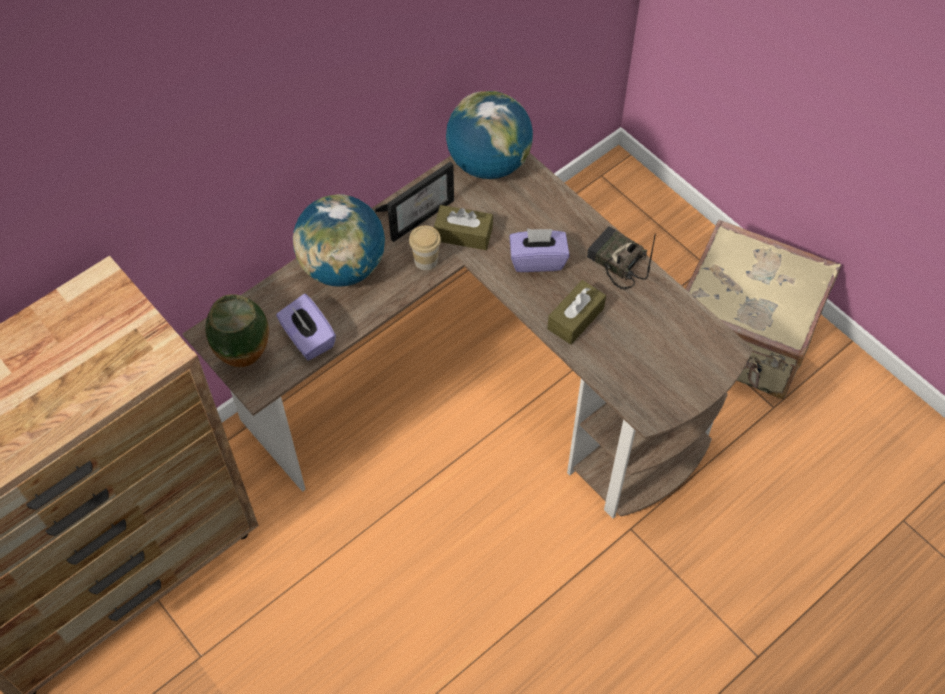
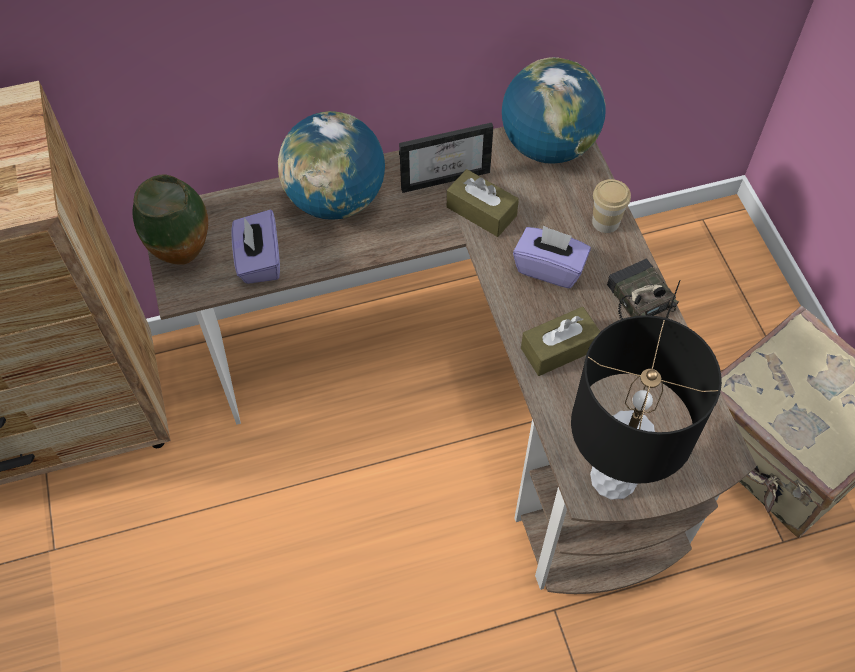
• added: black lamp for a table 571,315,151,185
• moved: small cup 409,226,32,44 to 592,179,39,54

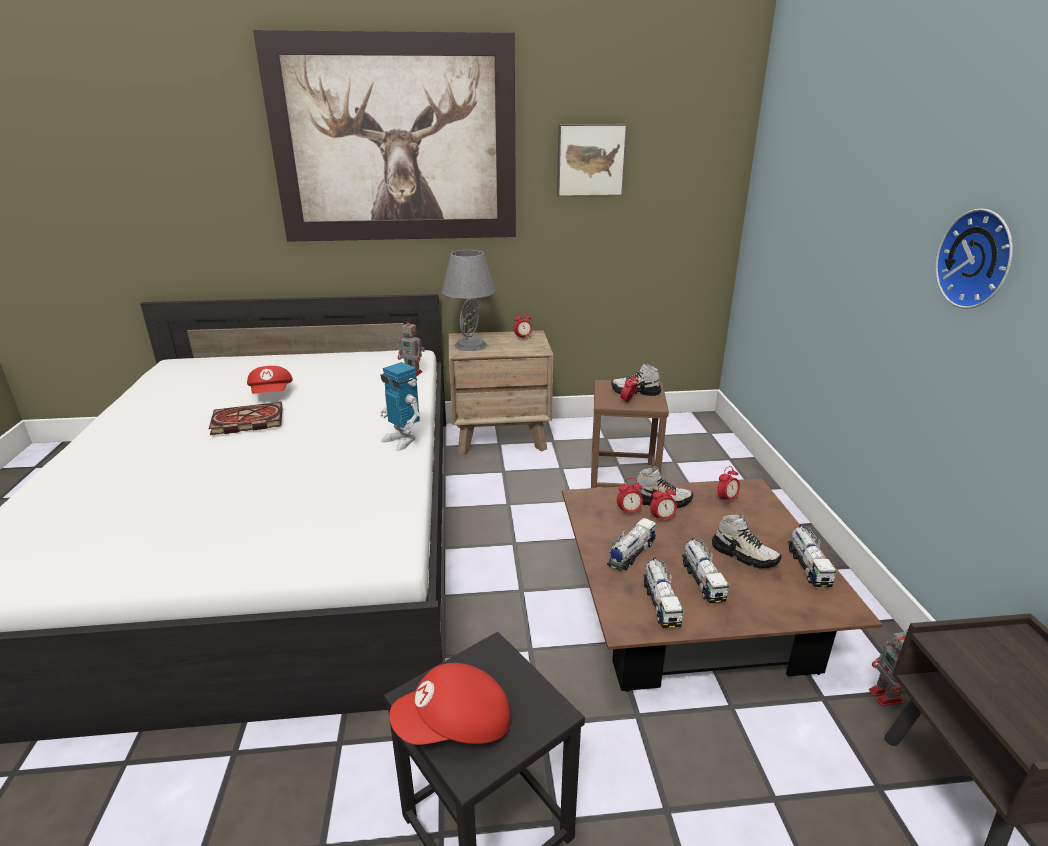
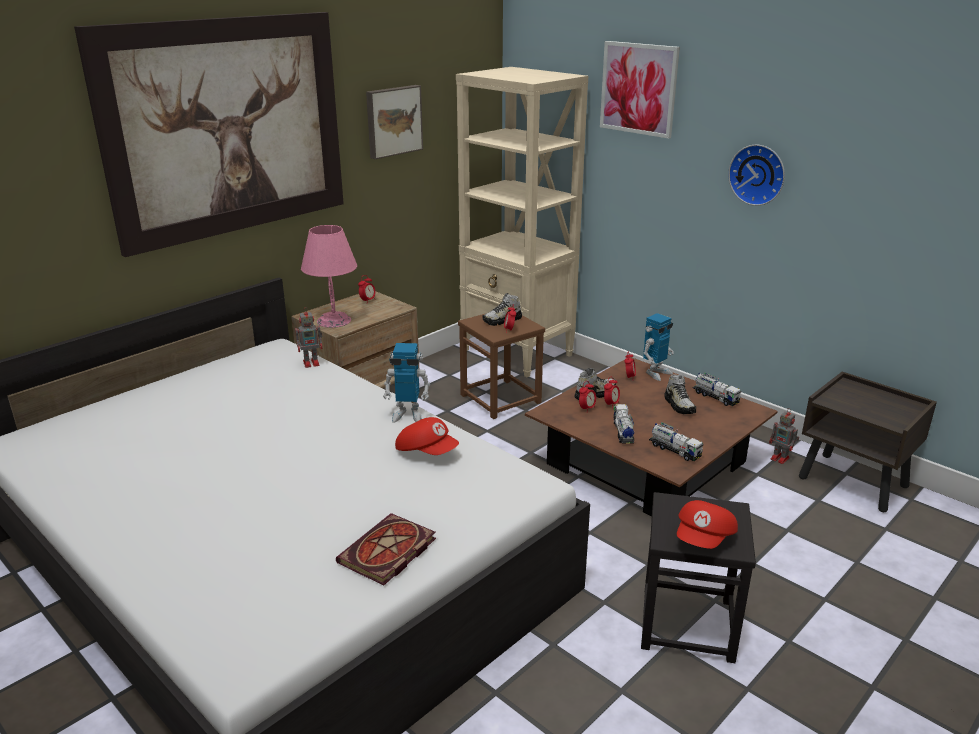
• recoloured: grey lamp for a table 441,250,55,101 to pink-coloured lamp for a table 301,225,56,103
• moved: book 209,402,74,33 to 336,513,100,72
• moved: red-coloured baseball cap 247,366,46,28 to 395,417,64,38
• added: beige shelving unit 456,67,132,310
• added: wall art 600,41,80,98
• added: model robot 643,313,31,68
• turned: item of footwear 712,514,70,54 = 664,375,32,39 75 degrees clockwise
• removed: model truck 682,538,47,65

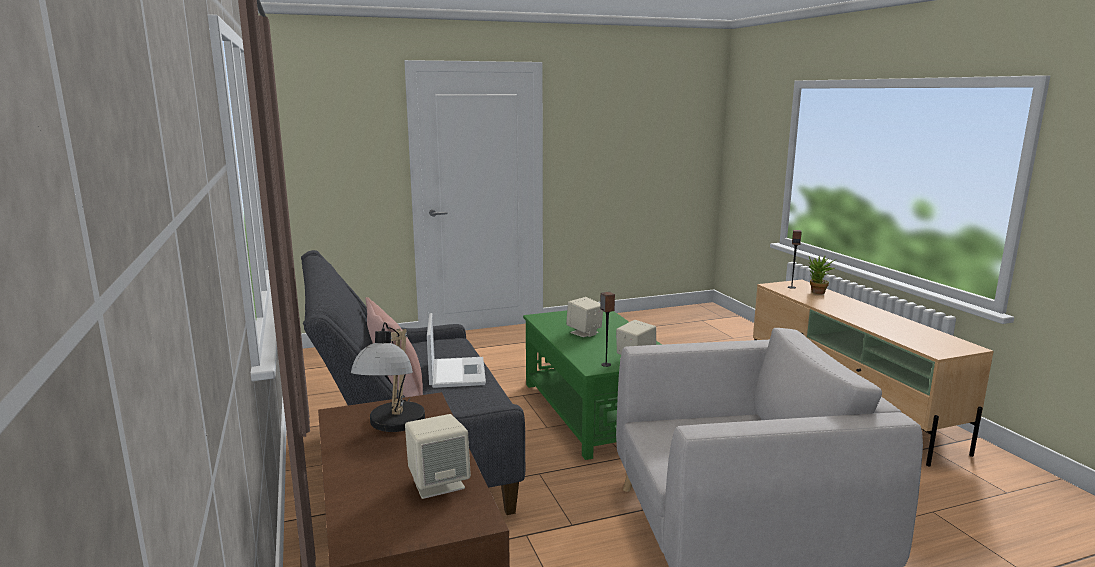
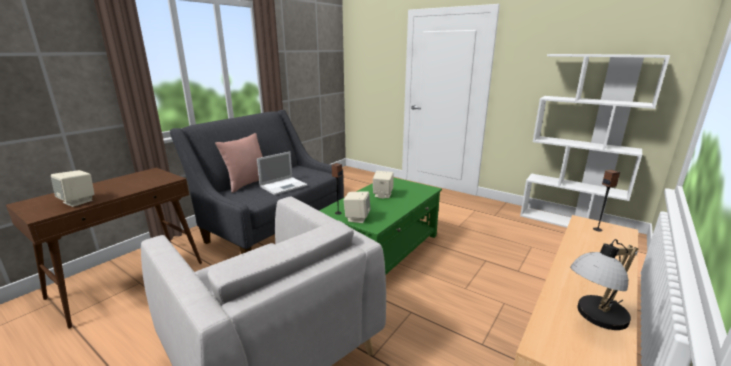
• added: white-coloured shelving unit 520,54,150,174
• moved: lamp for a table 351,322,74,110 to 570,239,68,91
• removed: potted plant 808,256,27,38

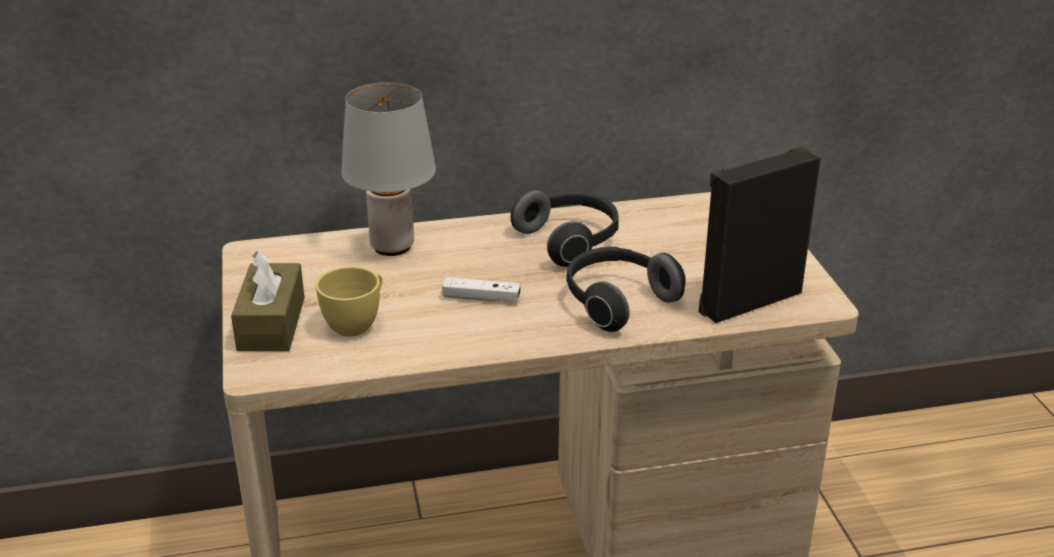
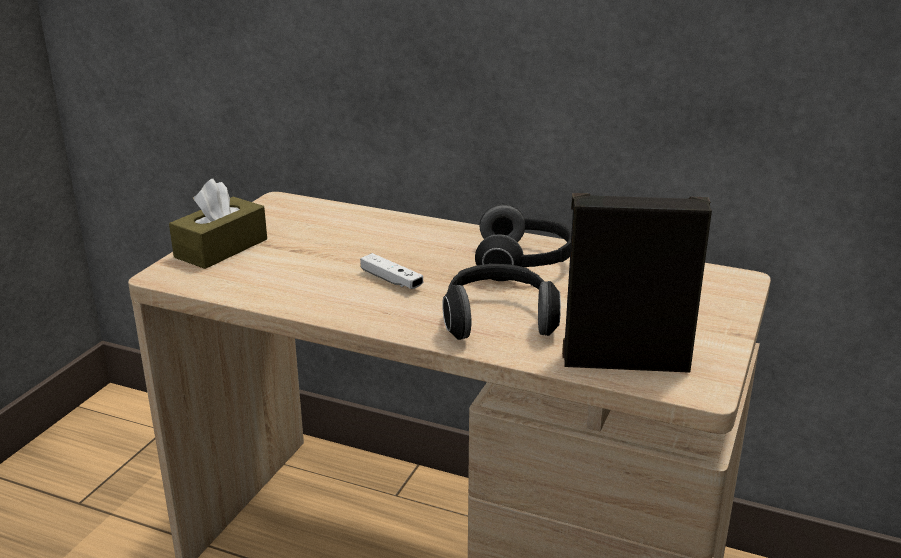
• removed: yellow-coloured small cup 316,266,66,71
• removed: grey lamp for a table 341,82,95,174

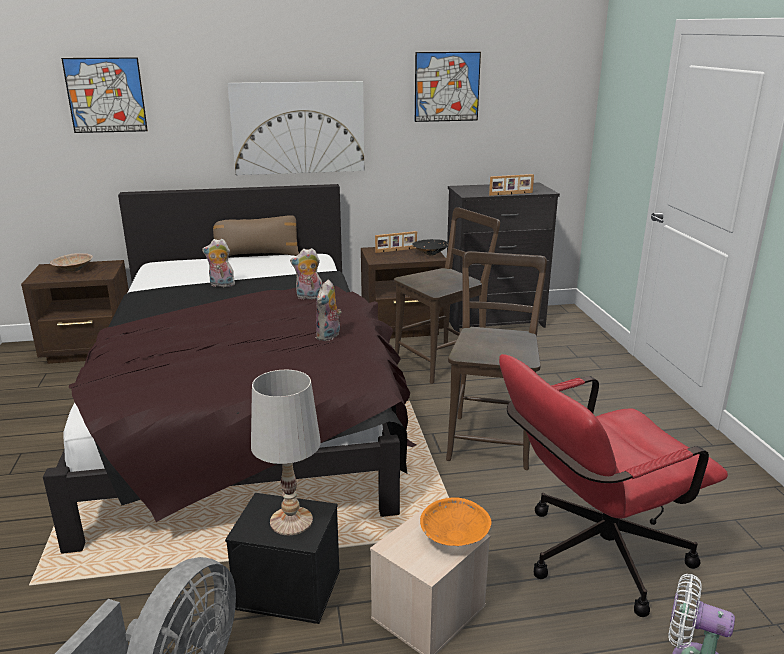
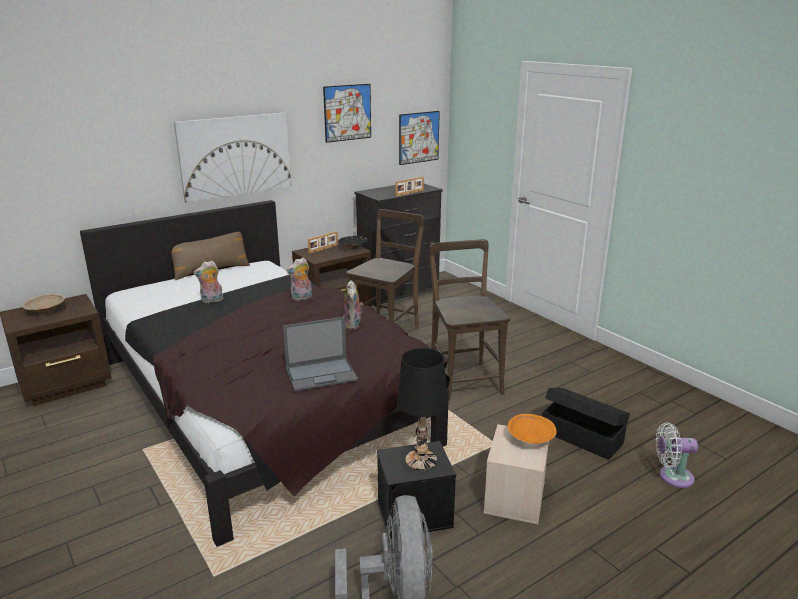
• added: portable computer 283,317,75,74
• recoloured: white-coloured lamp for a table 251,370,70,165 to black lamp for a table 397,348,50,122
• moved: wall art 61,57,87,76 to 399,111,41,54
• replaced: red-coloured office chair 499,354,229,263 to black storage box 542,388,88,72

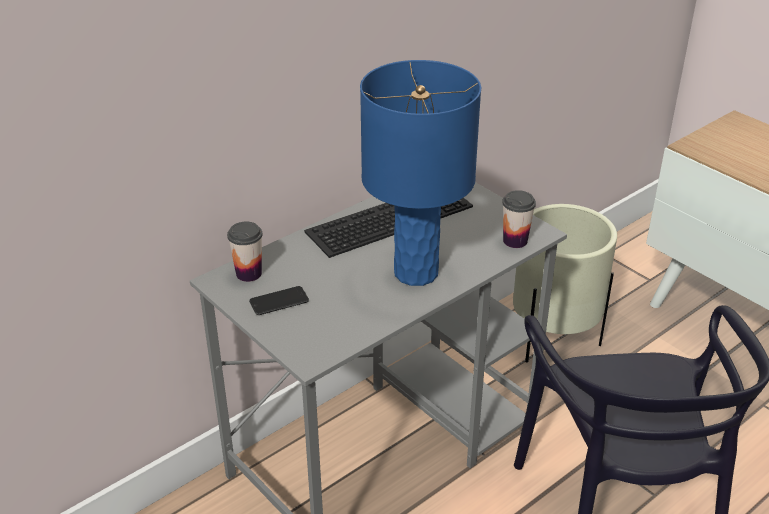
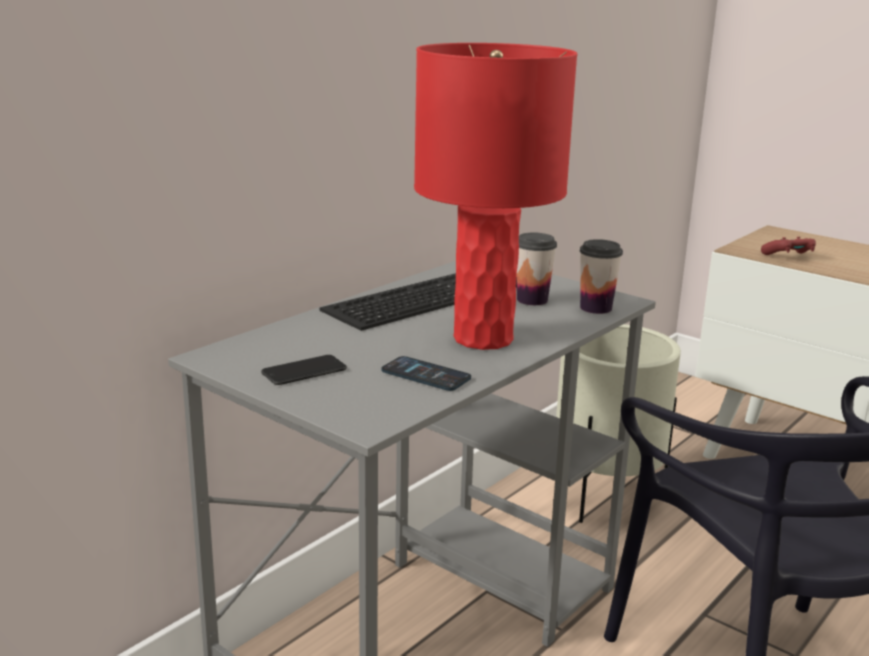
• added: phone 382,356,89,35
• recoloured: bluish lamp for a table 360,60,121,226 to red-coloured lamp for a table 414,43,163,307
• moved: small cup 227,222,36,60 to 517,232,40,73
• added: red-coloured game controller 761,237,55,18

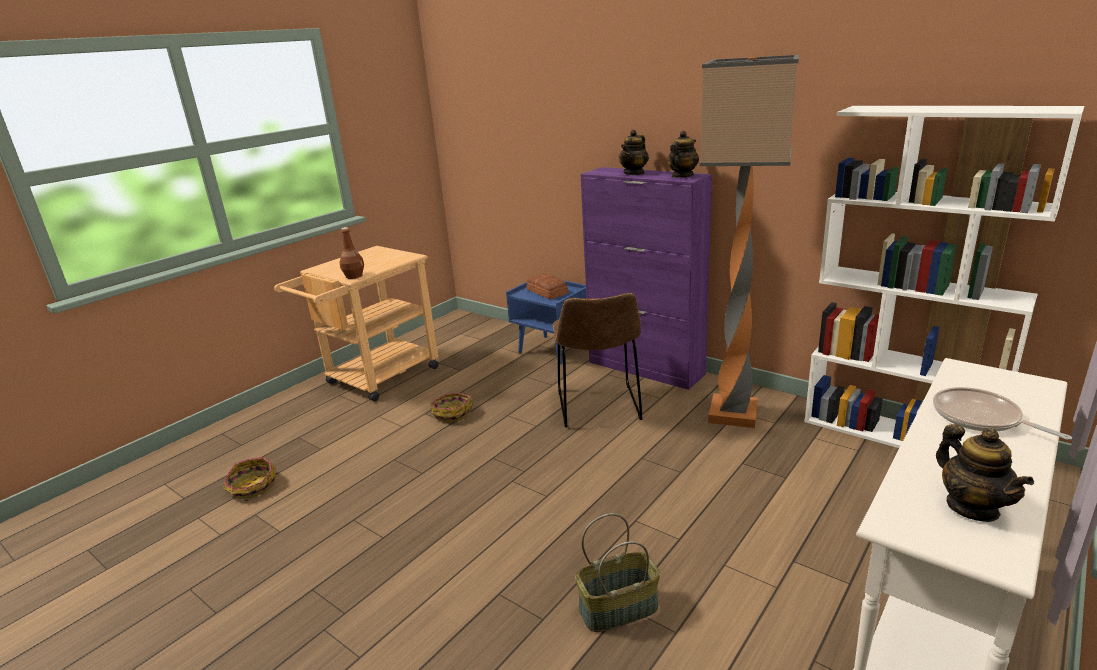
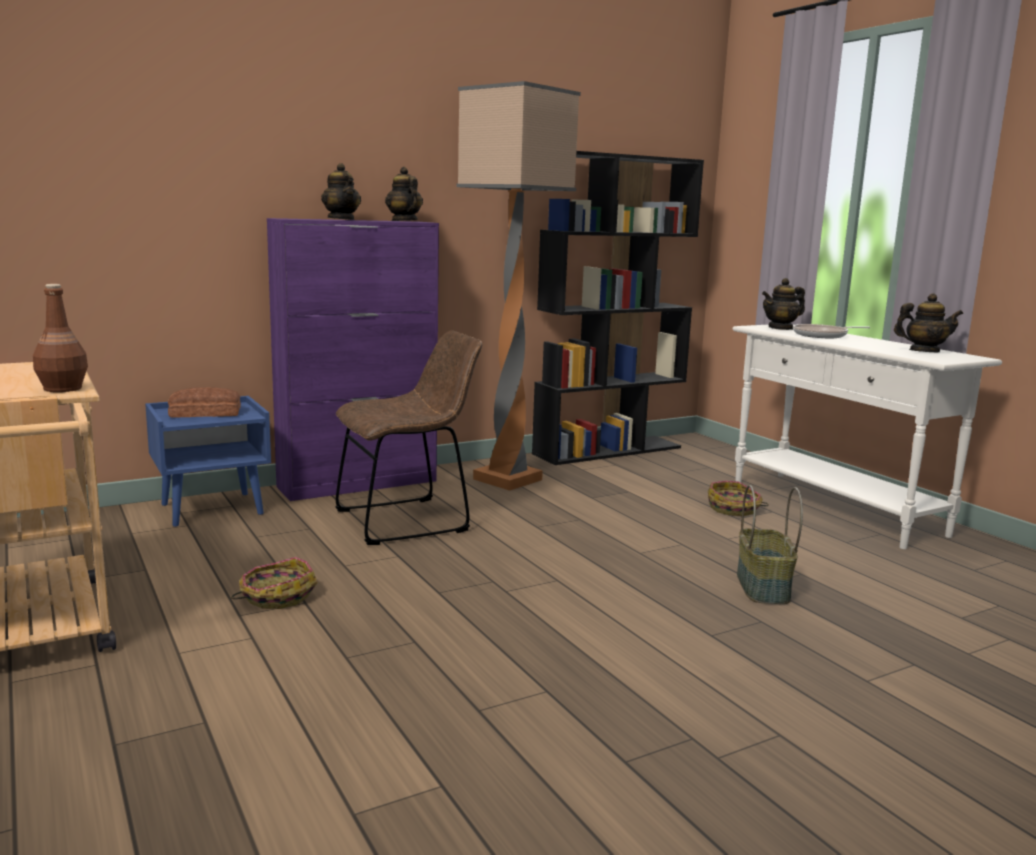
• turned: brownish plain chair 553,293,90,134 = 336,330,146,215 45 degrees counterclockwise
• recoloured: white-coloured shelving unit 804,106,280,342 to black shelving unit 532,151,172,314
• moved: household basket 223,457,53,44 to 708,481,61,35
• added: tea pot 762,278,43,52

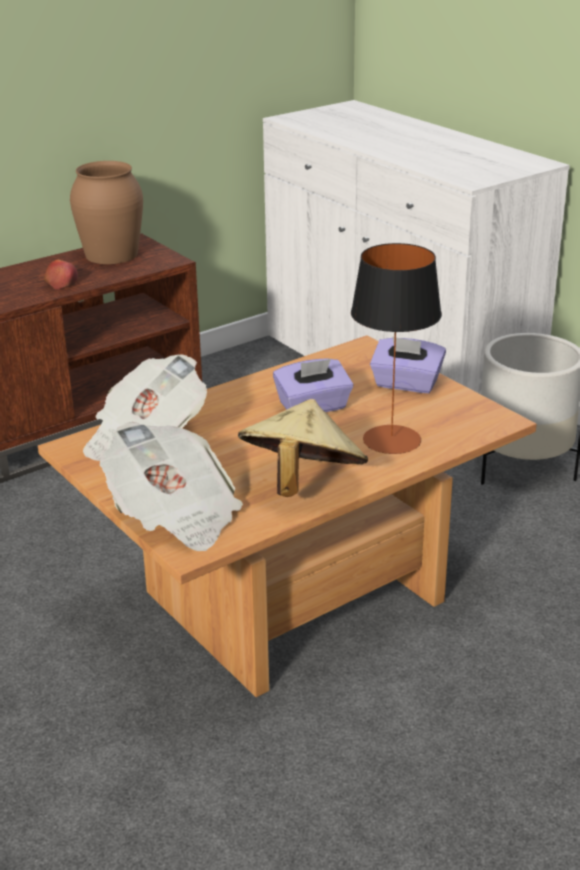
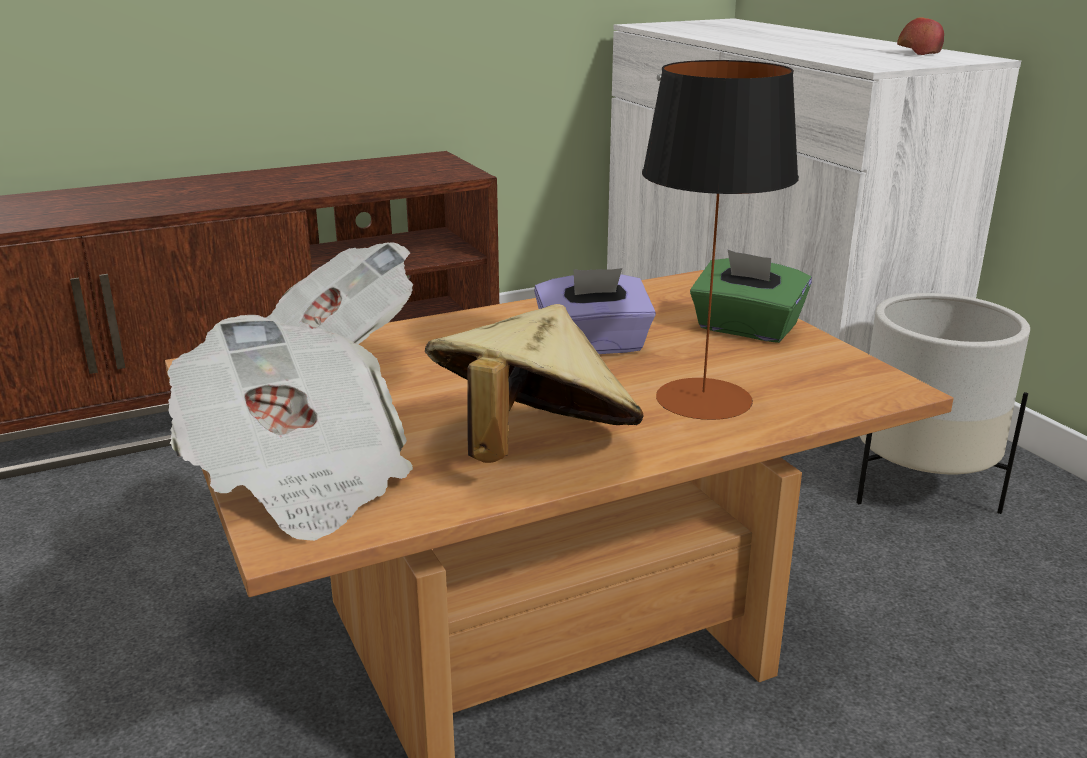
• recoloured: purple-coloured tissue holder 370,336,76,57 to greenish tissue holder 690,250,122,93
• moved: whole apple 44,260,34,30 to 897,17,47,38
• removed: brownish flower vase 70,161,73,103

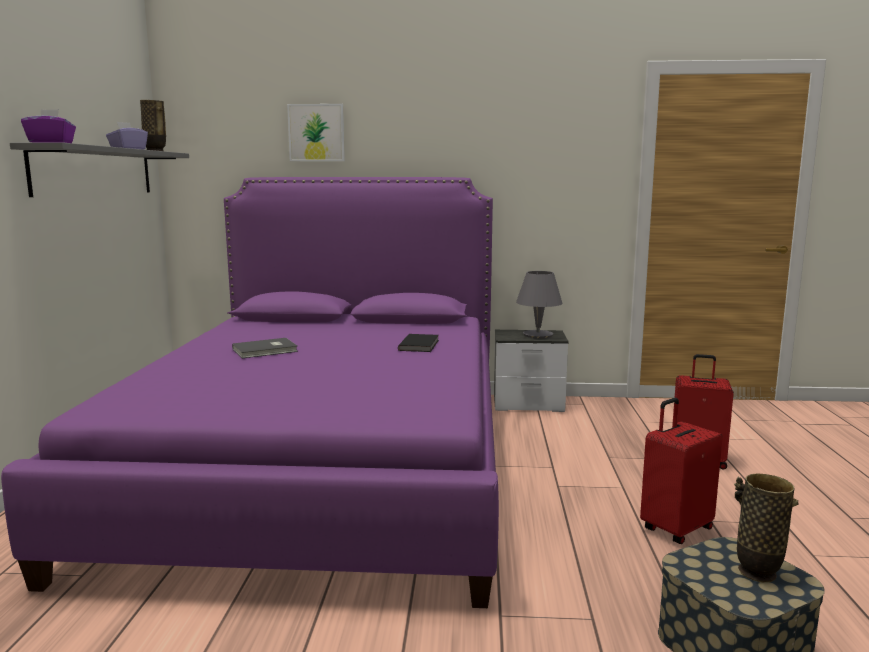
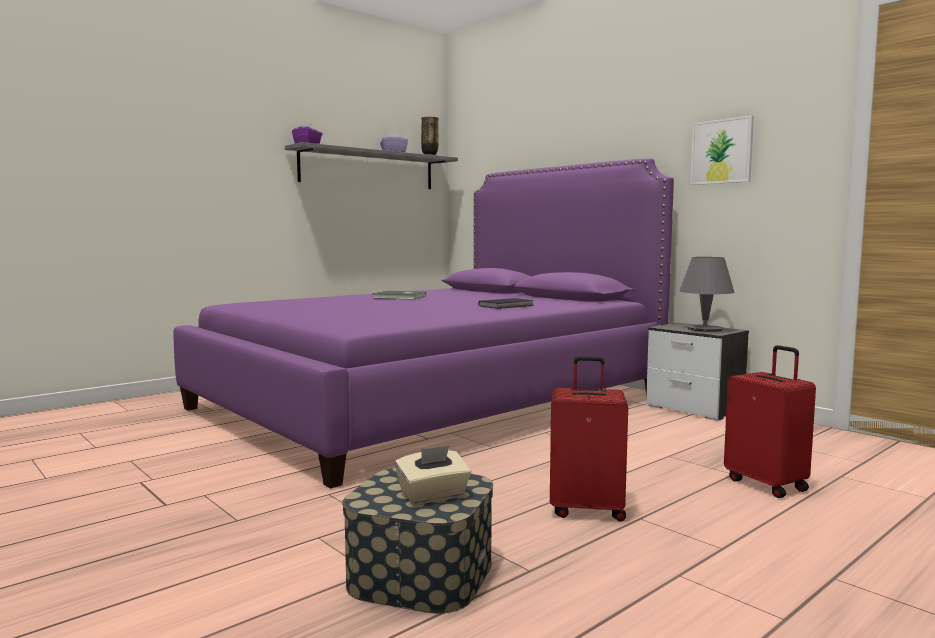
• replaced: flower vase 734,474,65,108 to beige tissue holder 395,446,76,59
• moved: wall art 287,104,58,57 to 690,115,64,70

